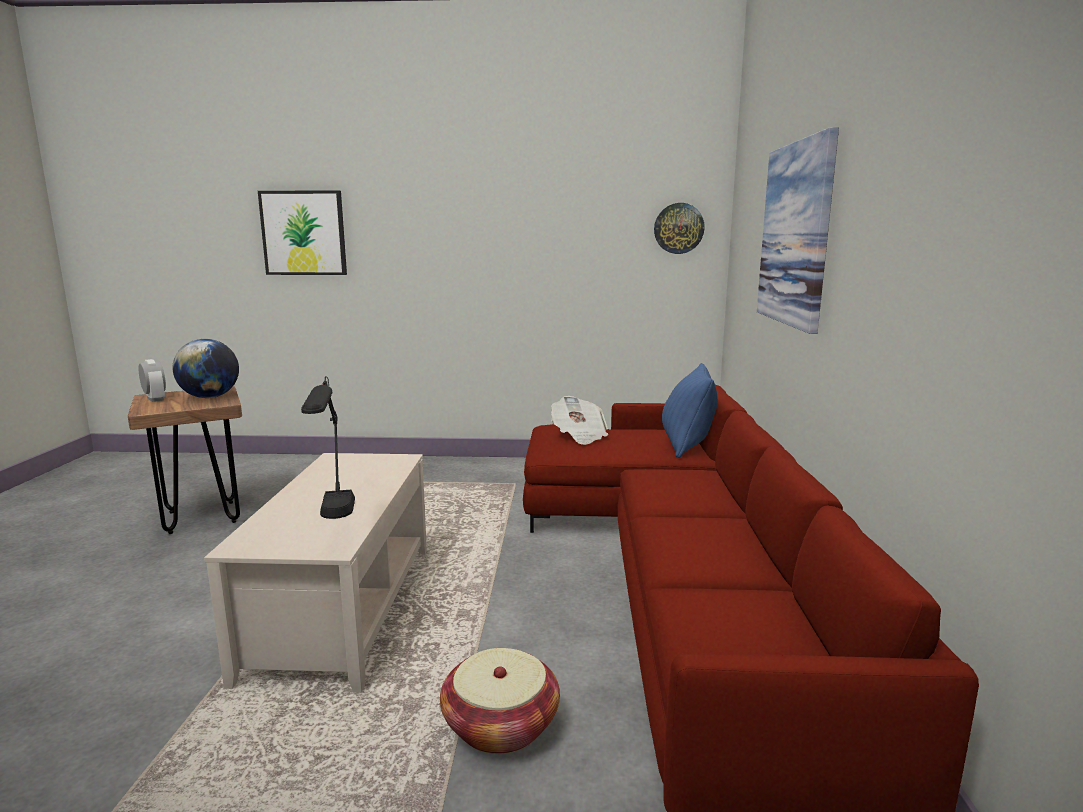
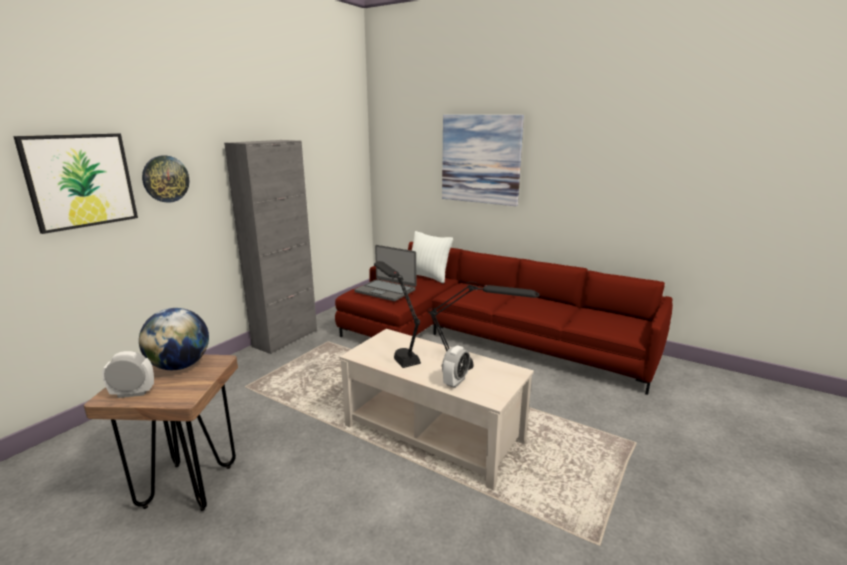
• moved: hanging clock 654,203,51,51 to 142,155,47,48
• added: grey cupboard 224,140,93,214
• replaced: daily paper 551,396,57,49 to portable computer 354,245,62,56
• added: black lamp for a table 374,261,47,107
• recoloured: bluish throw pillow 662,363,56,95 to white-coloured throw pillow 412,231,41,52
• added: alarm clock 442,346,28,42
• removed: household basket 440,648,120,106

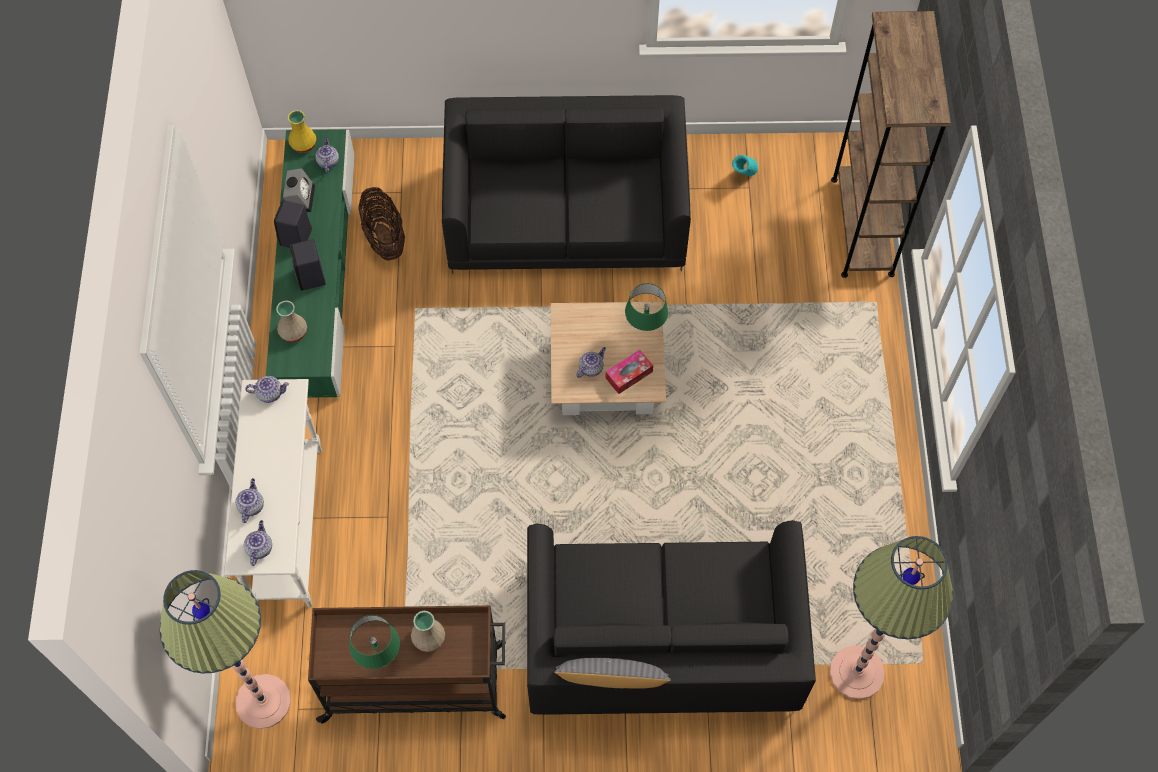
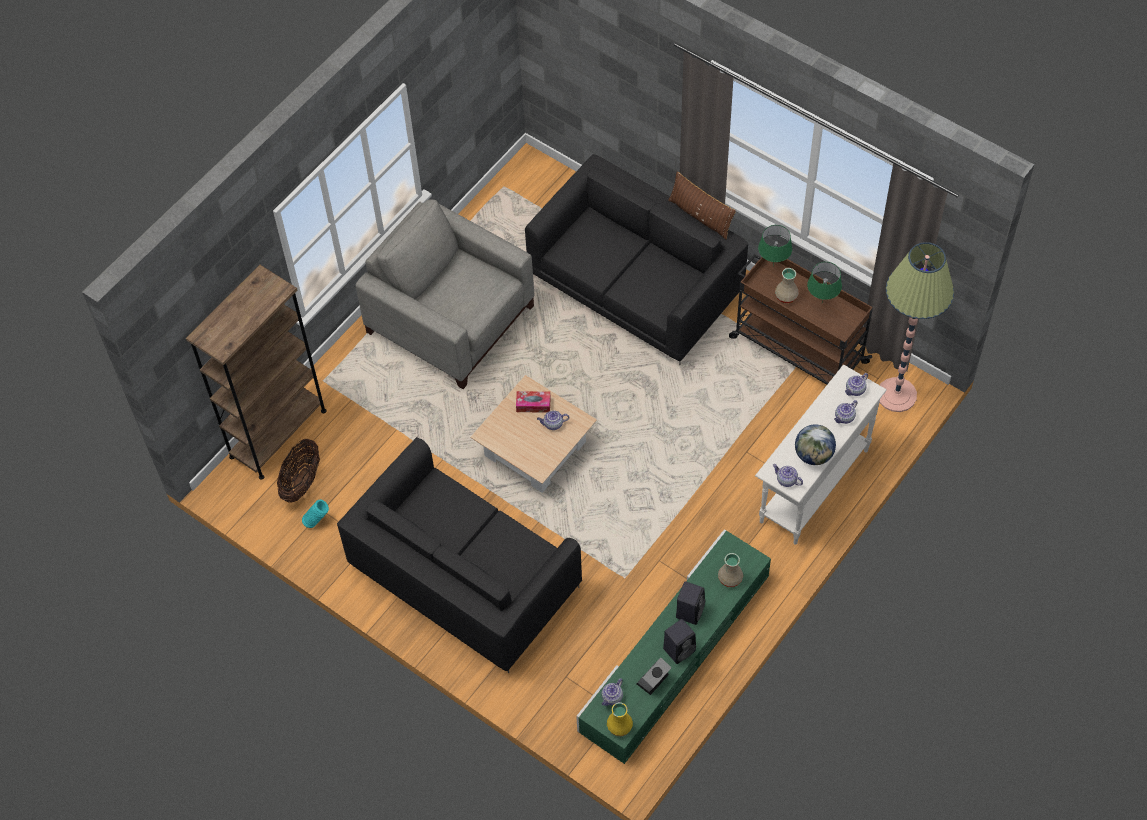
• moved: household basket 358,187,47,74 to 277,439,43,64
• added: grey easy chair 356,200,178,189
• recoloured: grey throw pillow 554,658,117,31 to brownish throw pillow 668,171,68,68
• moved: greenish lamp for a table 625,283,43,48 to 758,225,34,42
• added: world globe 795,424,41,41
• removed: standing lamp 830,536,123,164

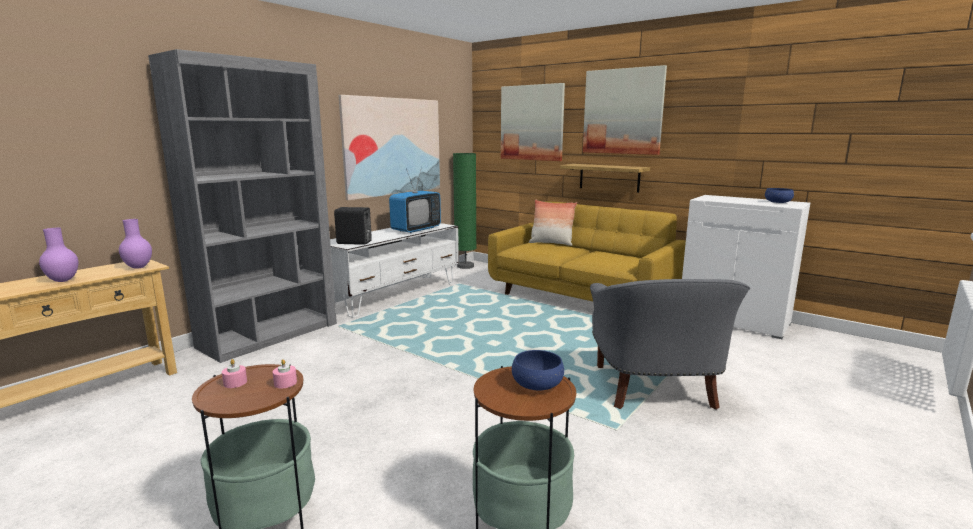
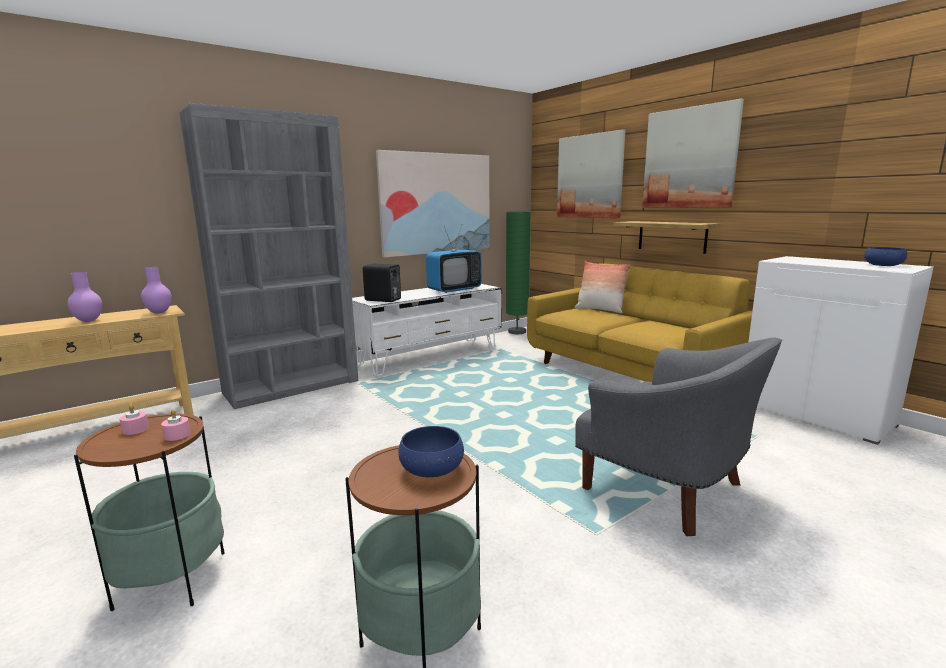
• turned: grey easy chair 590,279,160,131 = 575,337,207,199 60 degrees counterclockwise

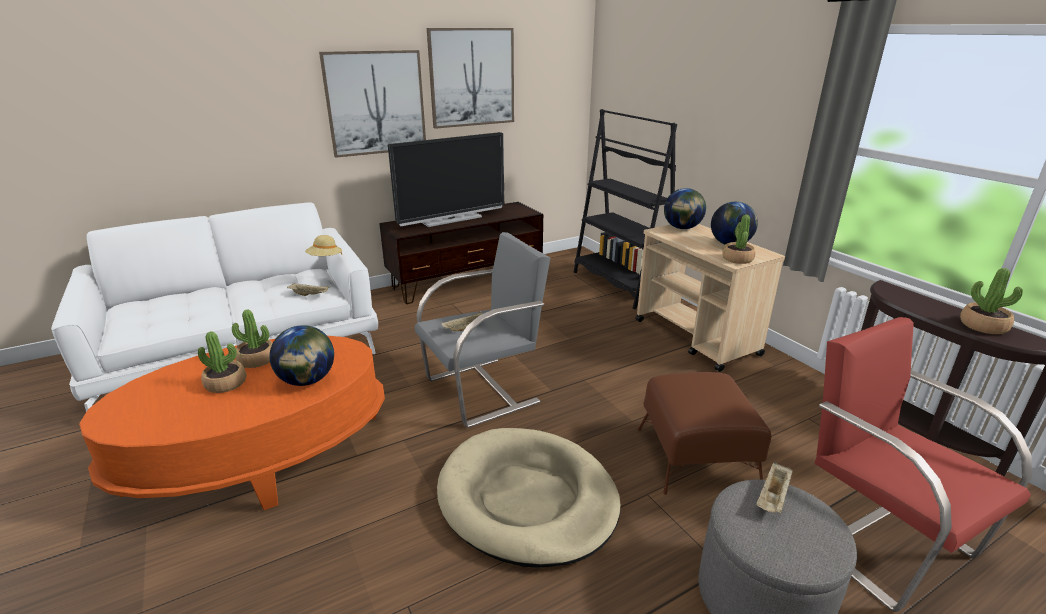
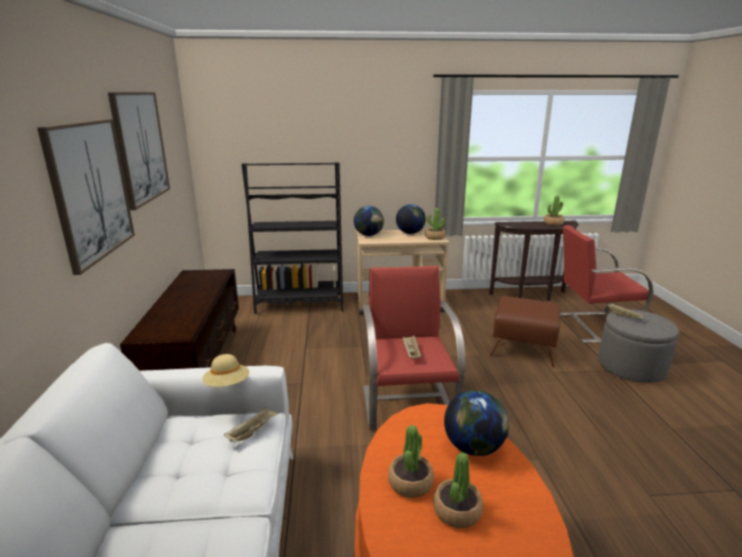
• recoloured: grey easy chair 415,232,135,196 to red-coloured easy chair 362,266,103,164
• removed: TV 388,132,116,95
• removed: beige pet bed 437,428,184,140

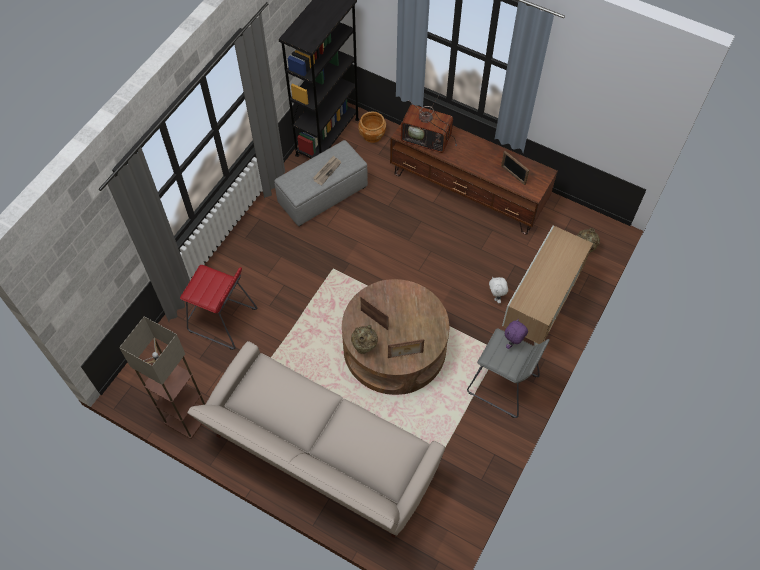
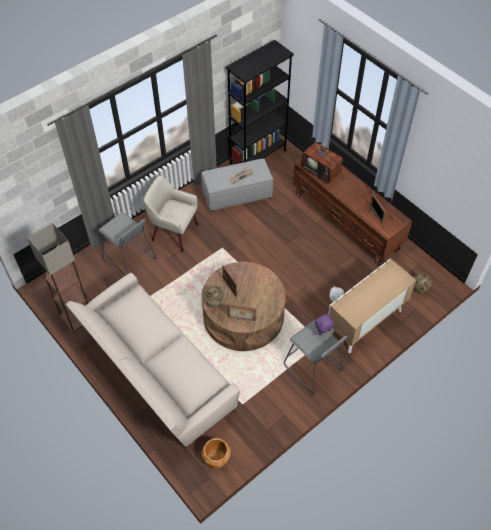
• recoloured: red-coloured stool seat 180,265,77,85 to grey stool seat 99,212,58,65
• added: beige easy chair 144,176,54,76
• moved: brownish planter 359,111,27,32 to 202,438,29,30

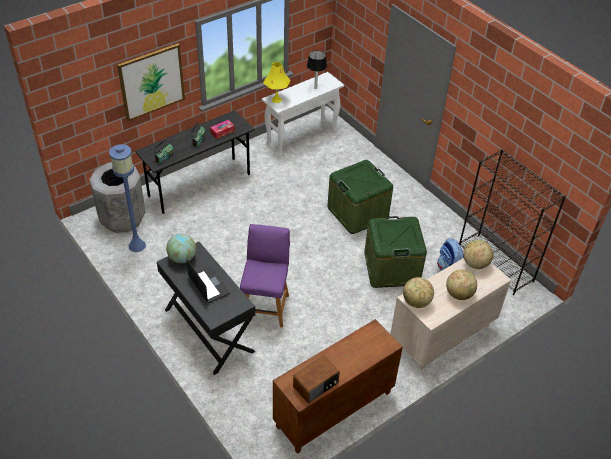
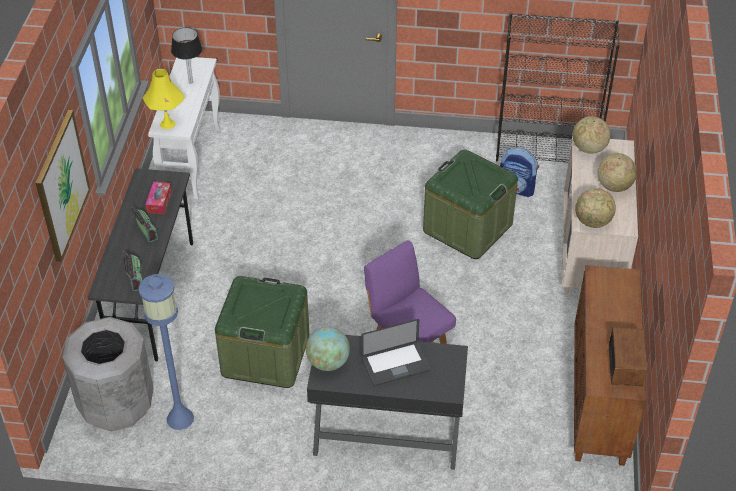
• moved: greenish storage box 327,160,66,74 to 215,276,94,112
• turned: portable computer 186,259,44,44 = 361,319,70,67 150 degrees clockwise

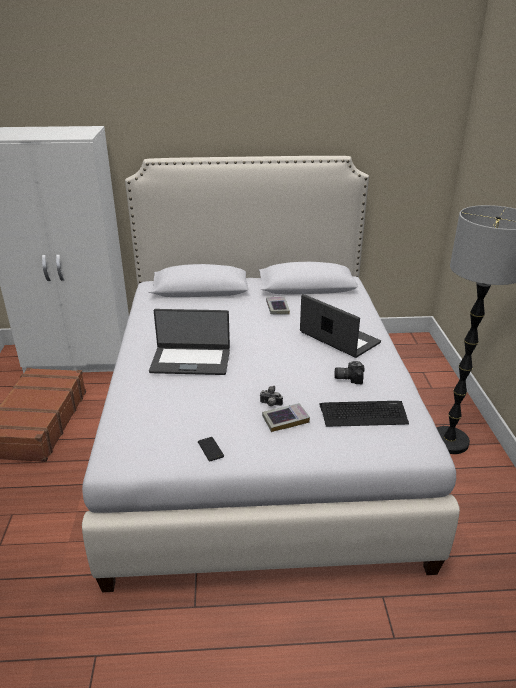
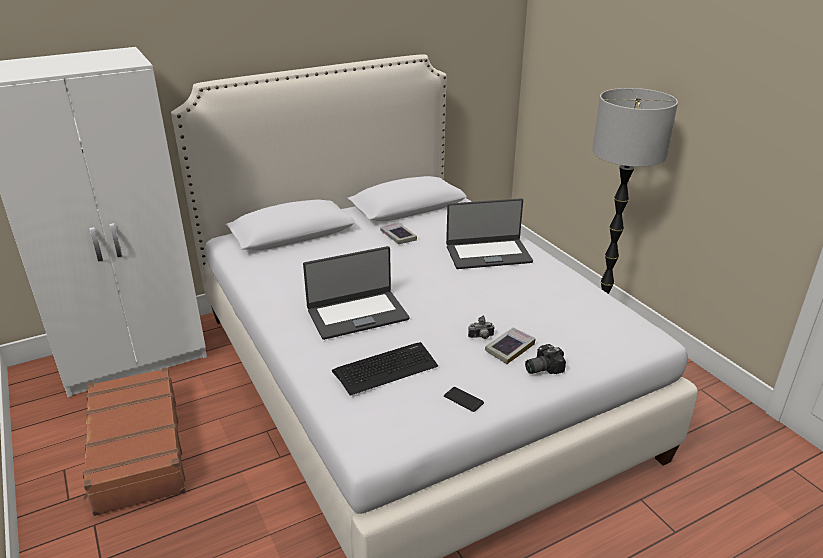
• moved: computer keyboard 319,401,90,26 to 332,342,106,54
• turned: portable computer 300,294,81,64 = 446,198,87,71 150 degrees clockwise
• moved: still camera 334,361,31,23 to 525,344,41,30

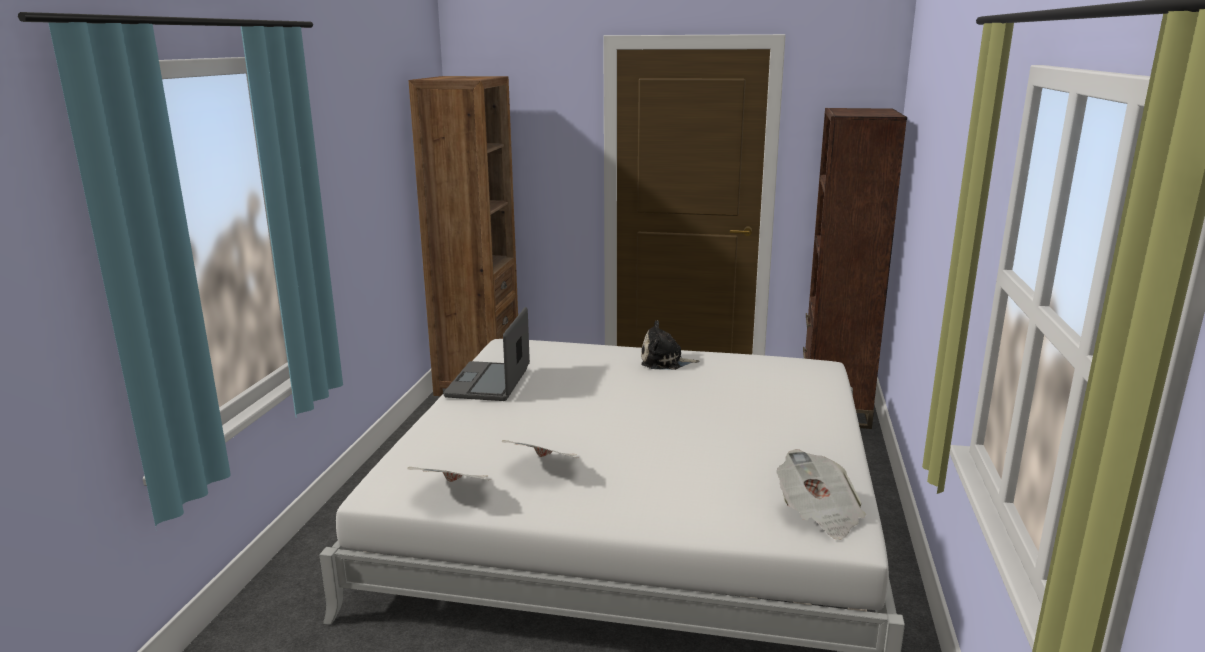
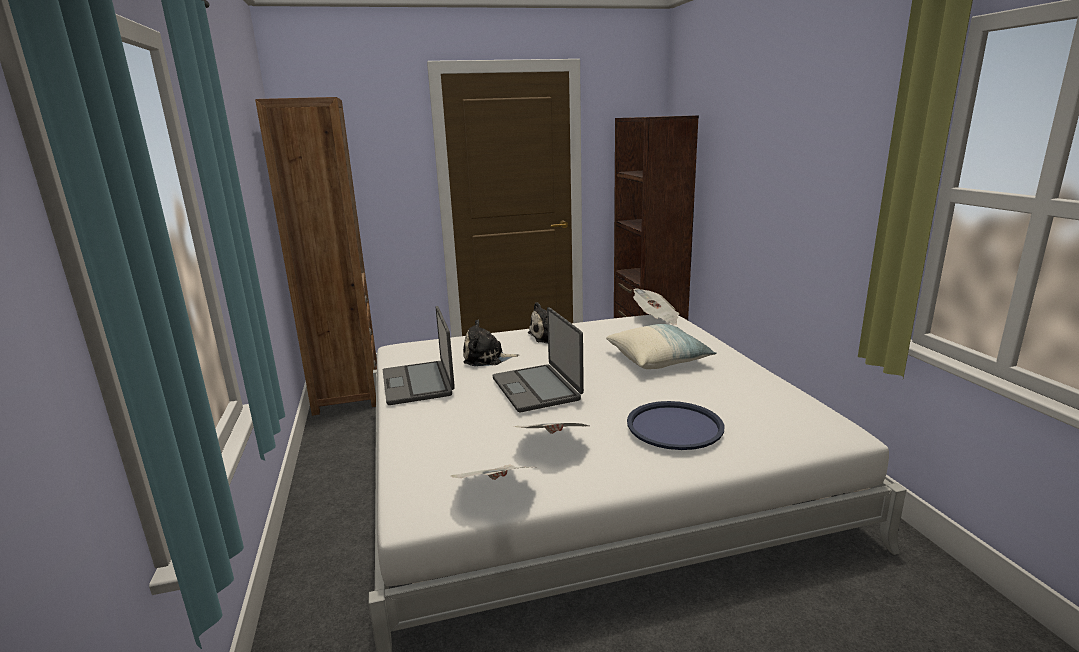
• added: cuddly toy 463,319,56,47
• added: portable computer 493,307,91,105
• added: throw pillow 606,324,111,45
• added: bluish tray 627,401,98,49
• moved: daily paper 776,449,90,91 to 633,288,46,37

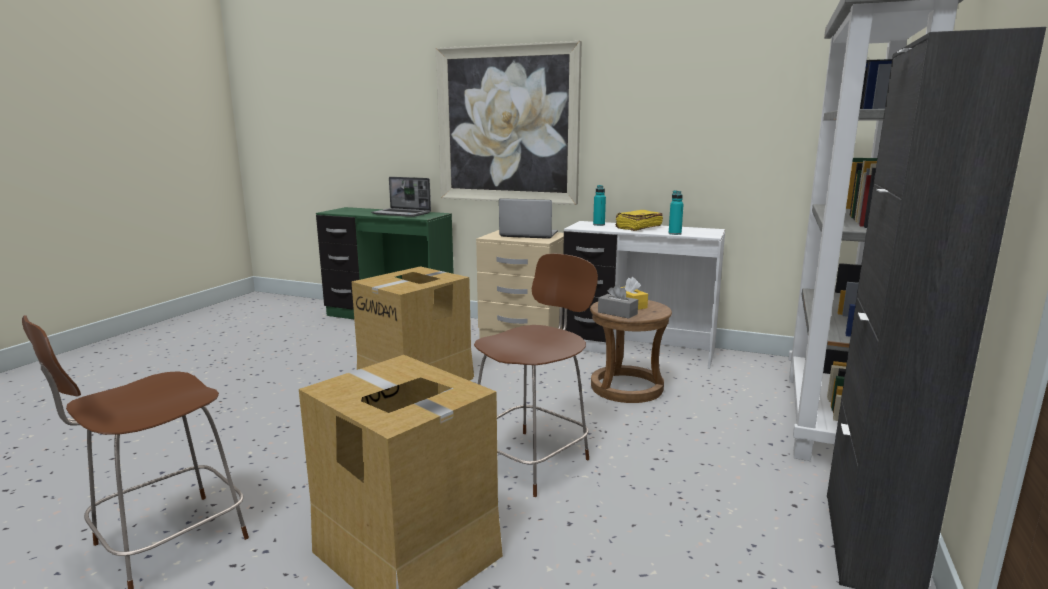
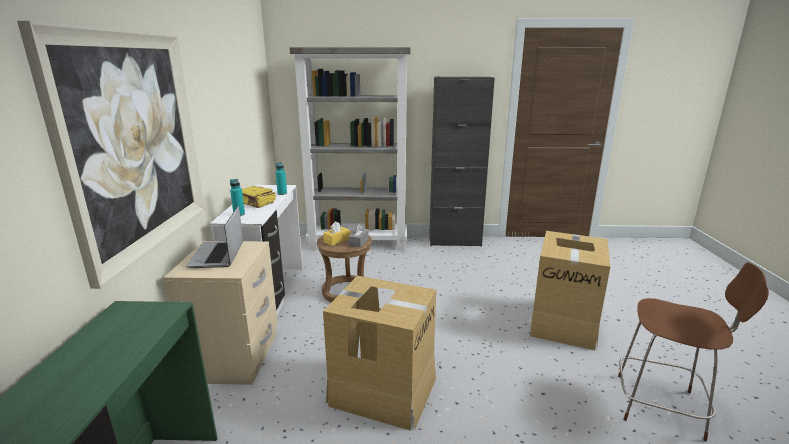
• removed: portable computer 371,177,60,40
• removed: brownish plain chair 474,253,124,244

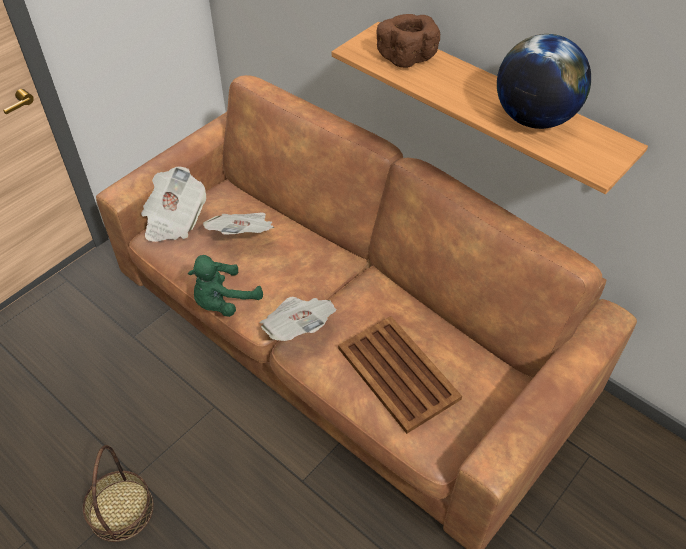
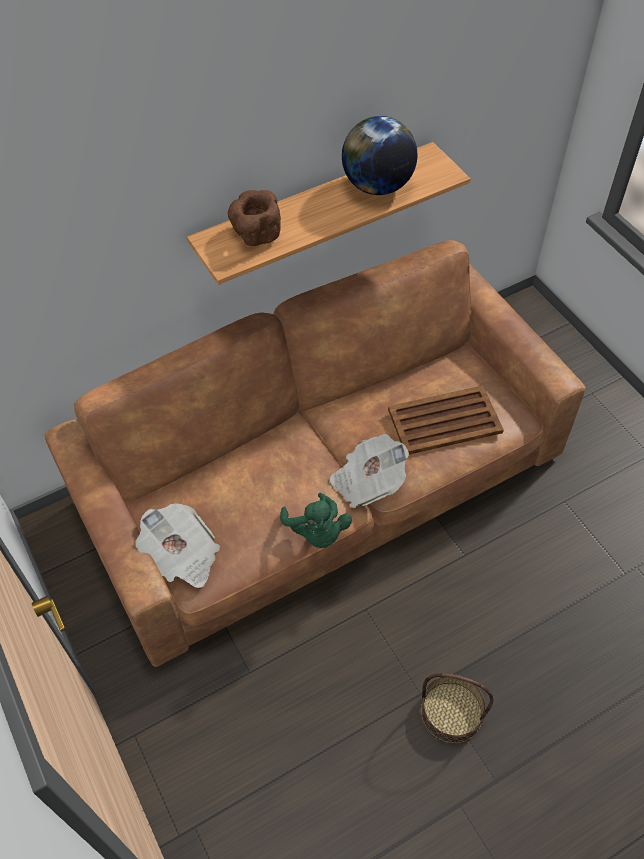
• removed: daily paper 203,212,71,23

